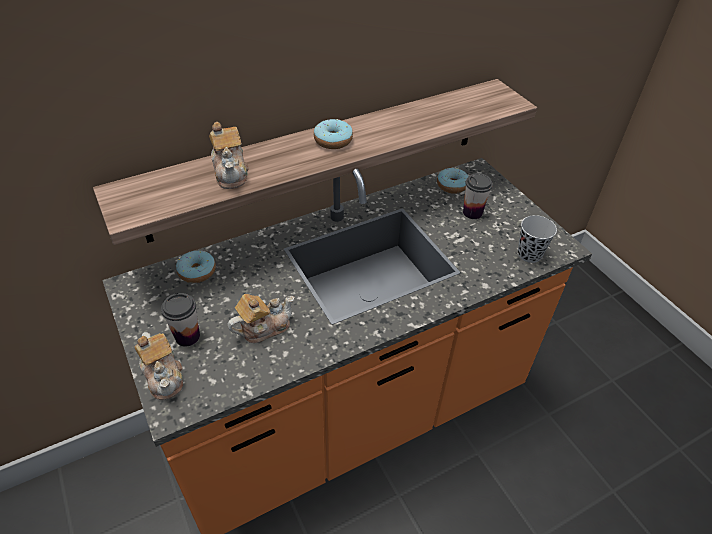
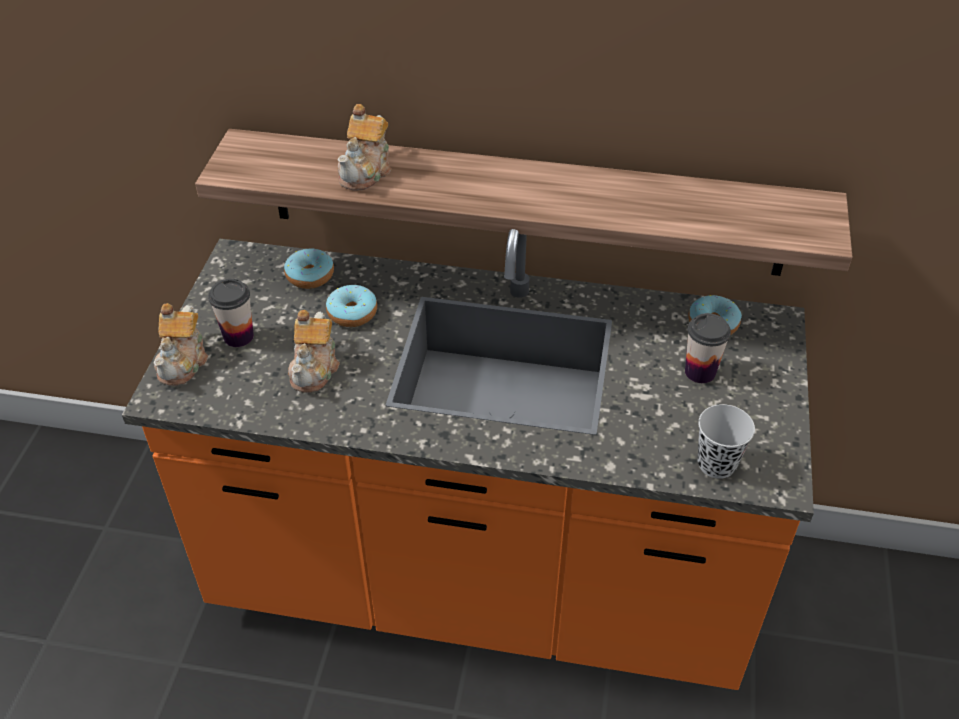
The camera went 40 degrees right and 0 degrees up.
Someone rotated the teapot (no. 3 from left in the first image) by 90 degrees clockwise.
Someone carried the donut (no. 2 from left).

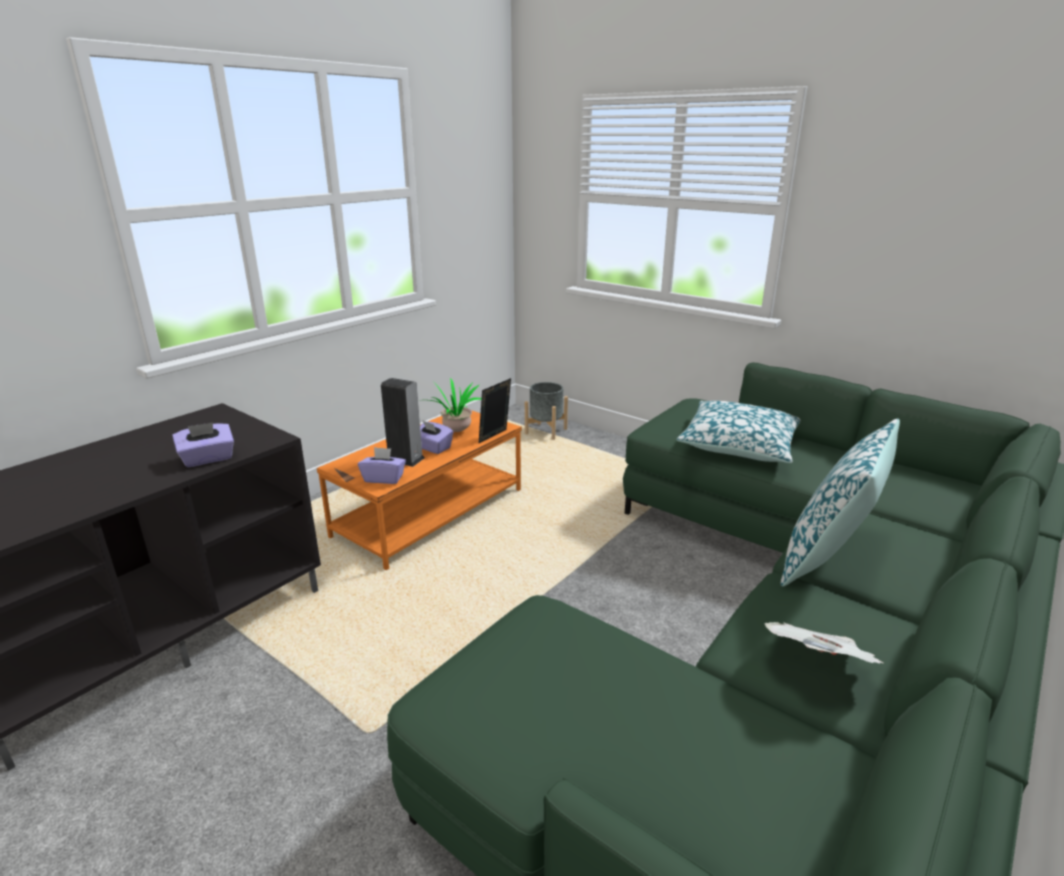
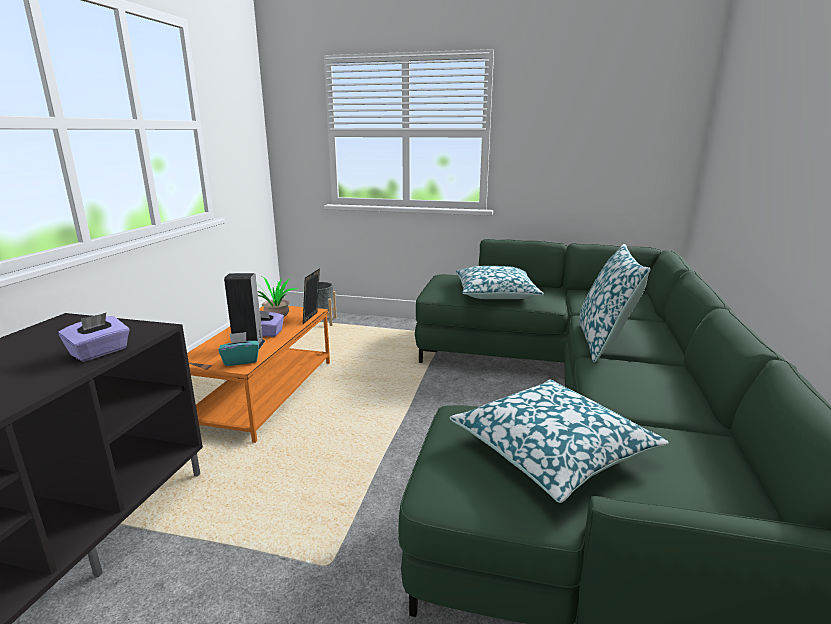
The camera went 25 degrees left and 5 degrees down.
Someone repainted the tissue box/purple (no. 2 from left), which became the tissue box/turquoise.
Someone put down the pillow (no. 2 from left).
Someone took away the newspaper.

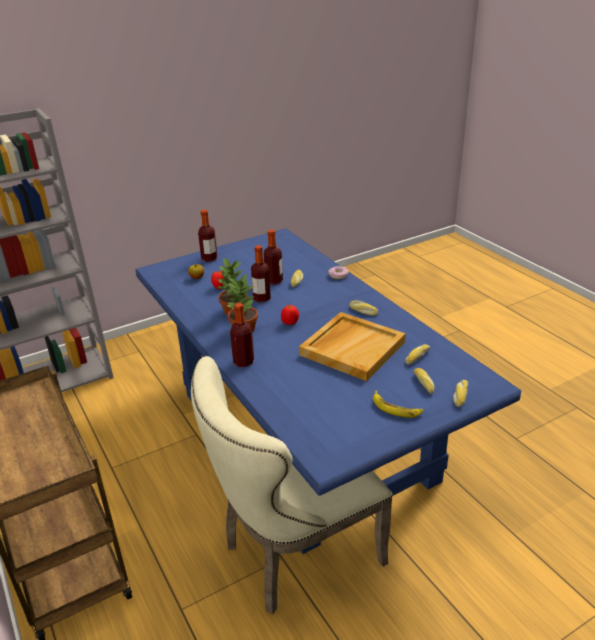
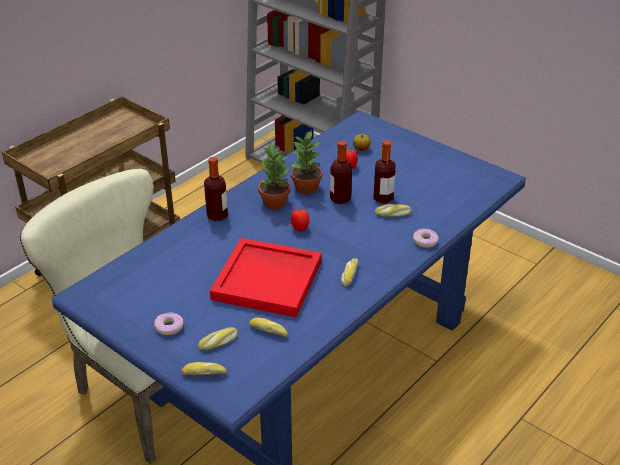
The camera went 70 degrees right and 5 degrees up.
Someone swapped the banana for the donut (no. 1 from left).
Someone repainted the tray/beige, which became the tray/red.
Someone took away the bottle (no. 1 from left).

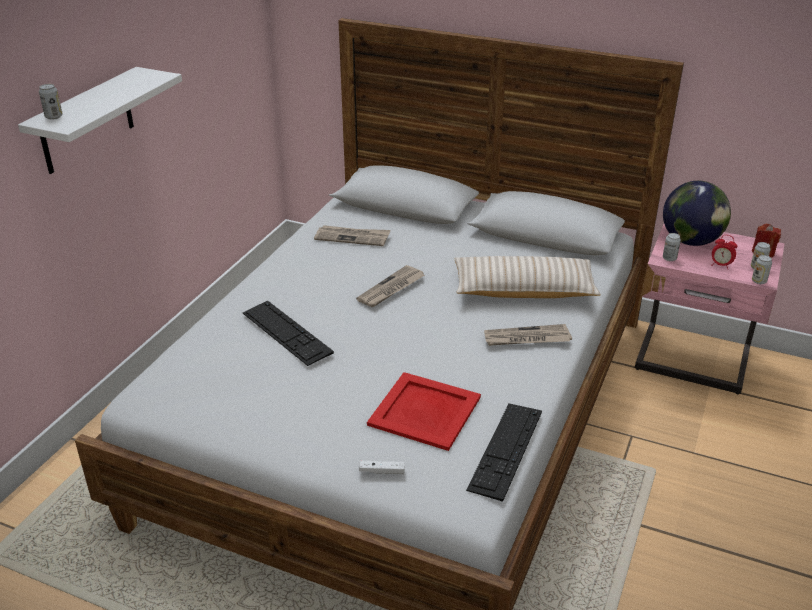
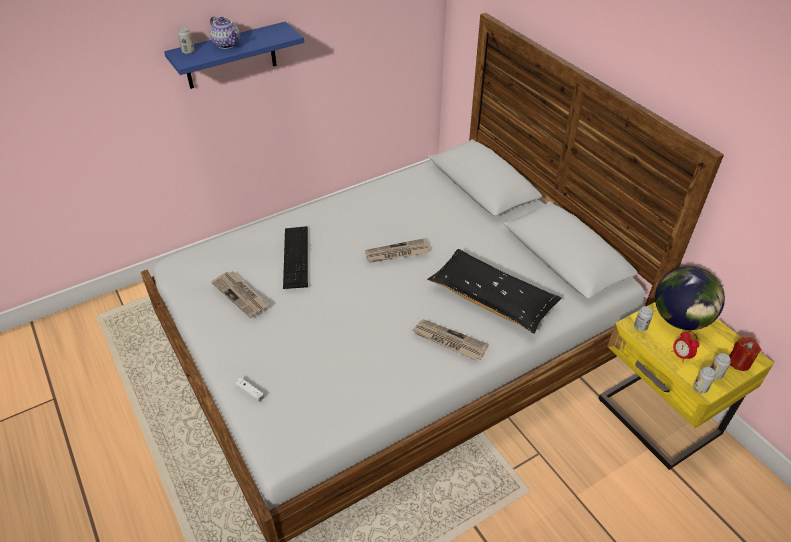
The camera went 35 degrees right and 10 degrees up.
Someone repainted the shelf/white, which became the shelf/blue.
Someone put down the teapot.
Someone carried the newspaper (no. 1 from left).
Someone repainted the pillow/beige, which became the pillow/black.
Someone repainted the nightstand/pink, which became the nightstand/yellow.
Someone took away the tray/red.
Someone took away the keyboard (no. 2 from left).

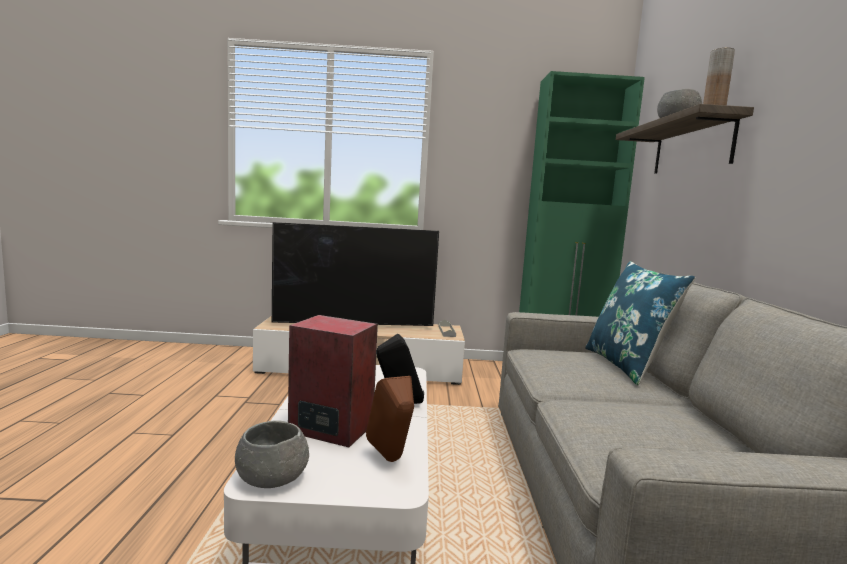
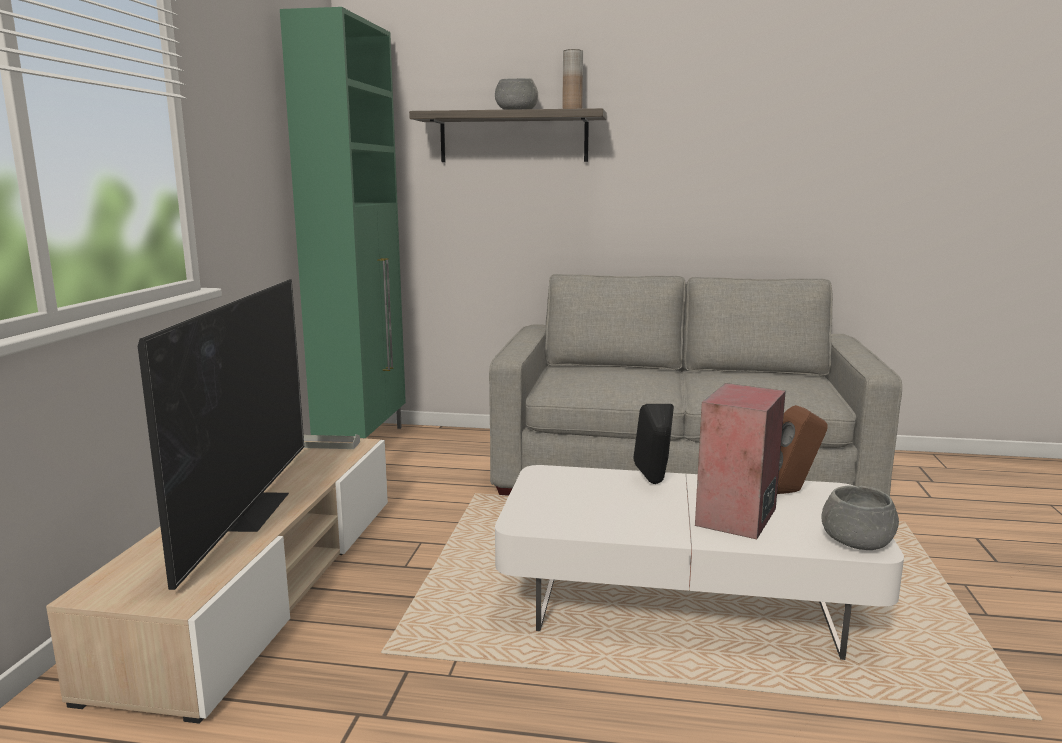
The camera went 80 degrees left and 5 degrees up.
Someone took away the pillow/blue.

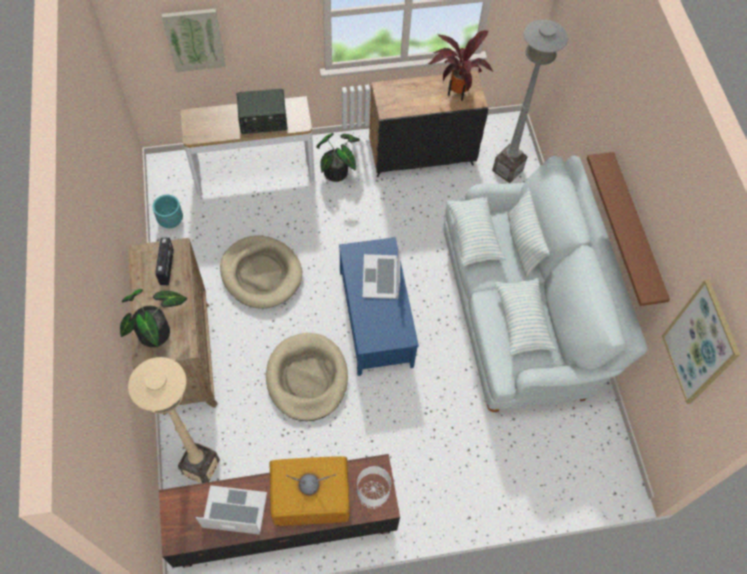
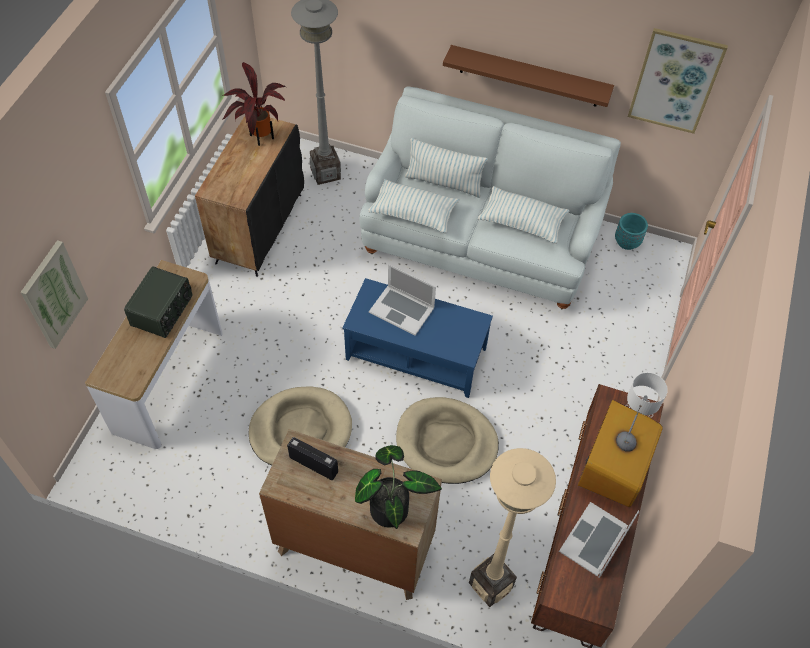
The camera went 60 degrees left and 5 degrees down.
Someone carried the planter/turquoise.
Someone took away the potted plant (no. 2 from left).

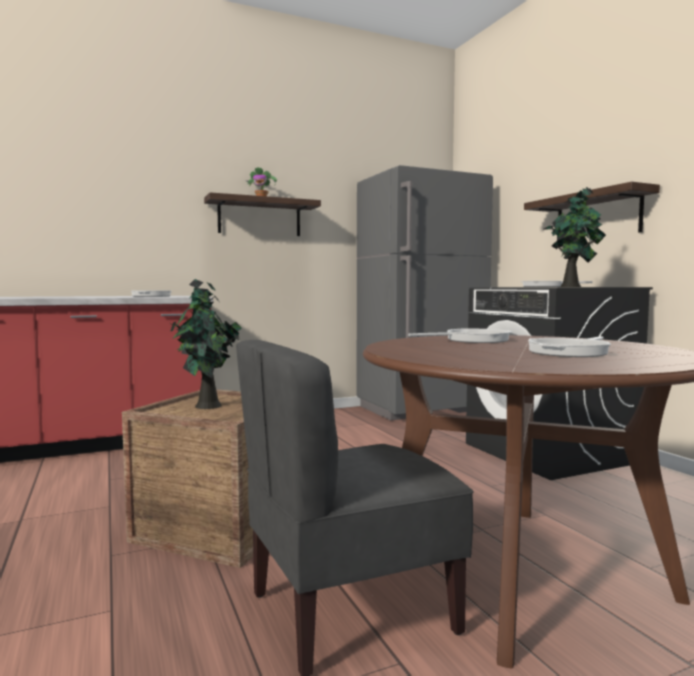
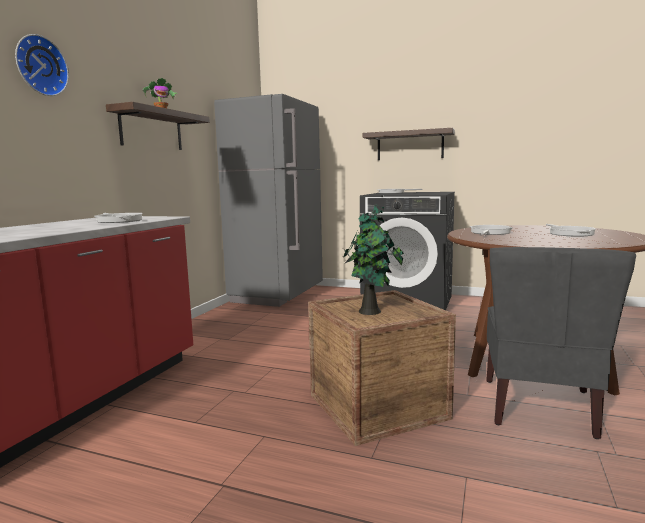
The camera went 45 degrees left and 5 degrees up.
Someone put up the wall clock.
Someone took away the potted plant (no. 3 from left).

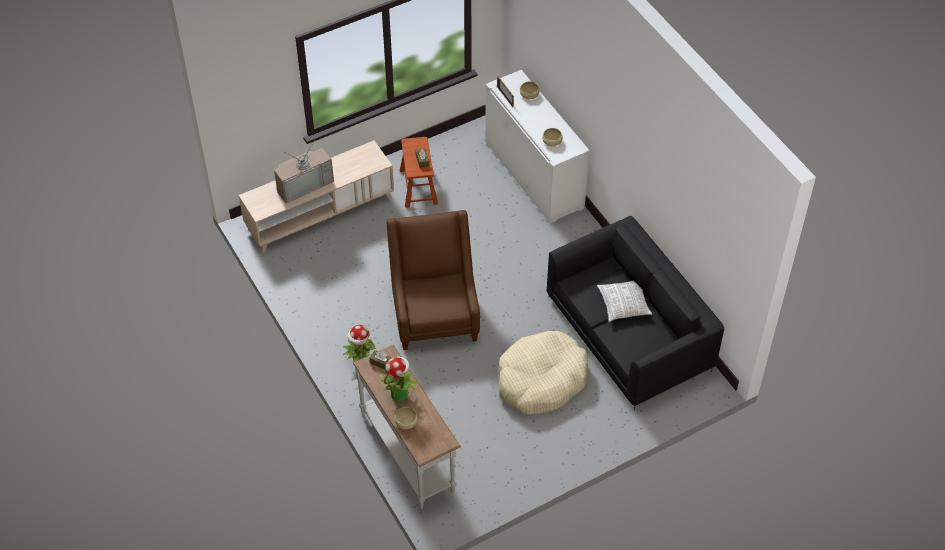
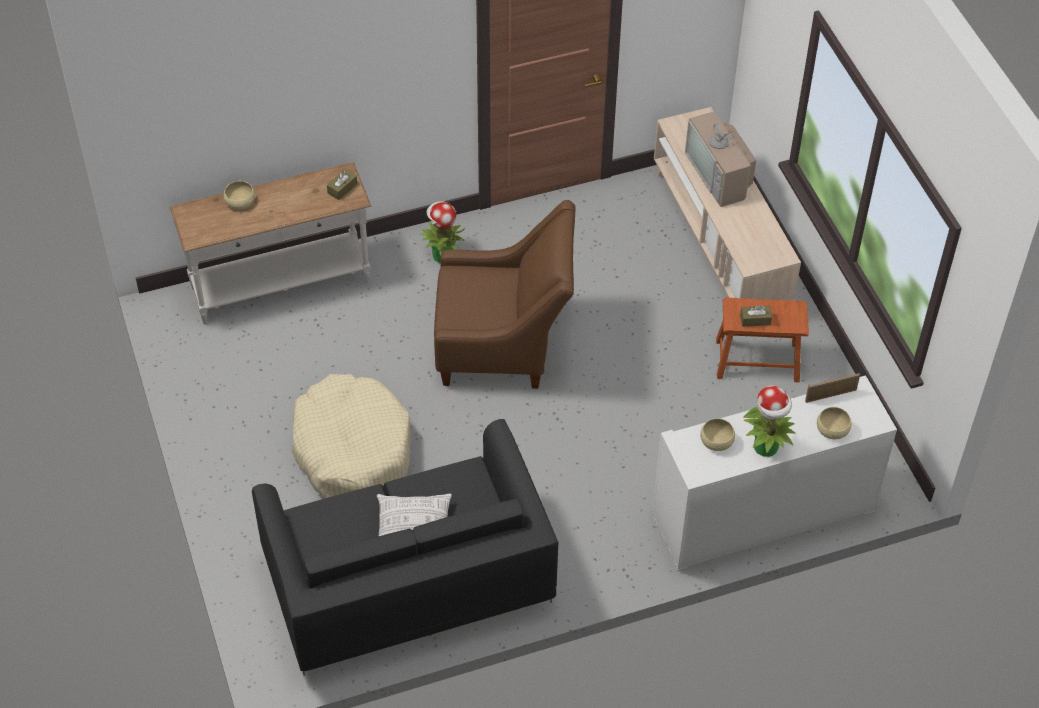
The camera went 100 degrees right and 0 degrees up.
Someone carried the potted plant (no. 2 from left).

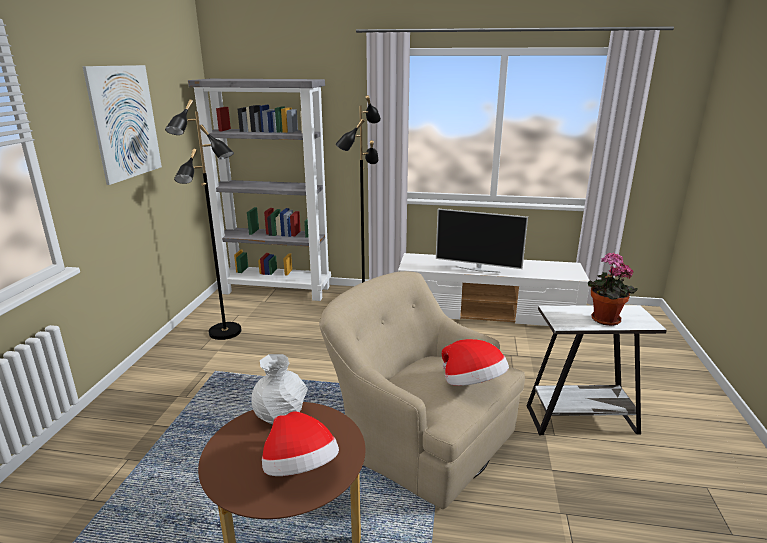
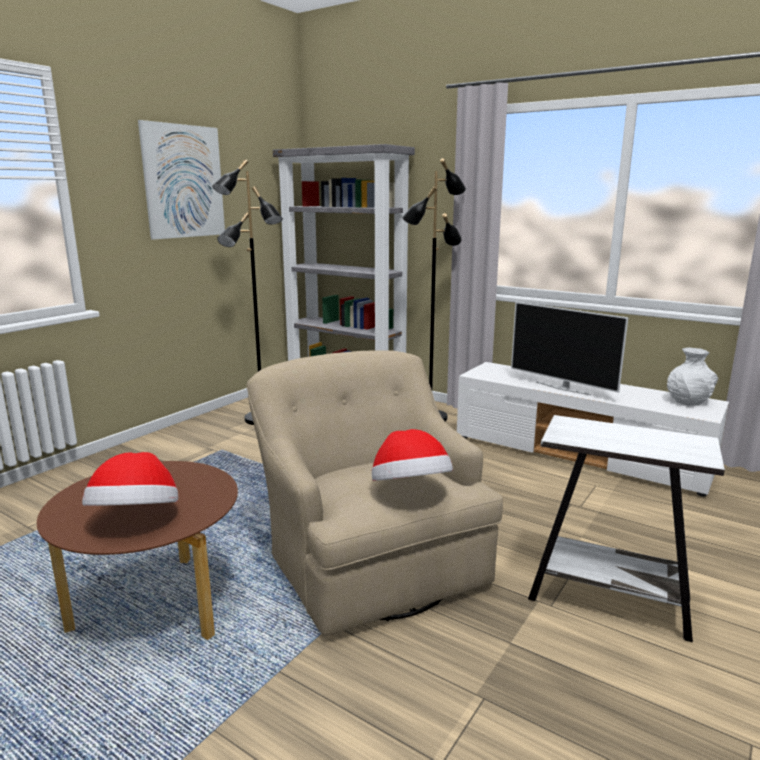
The camera went 25 degrees right and 5 degrees down.
Someone carried the vase/white.
Someone took away the potted plant.

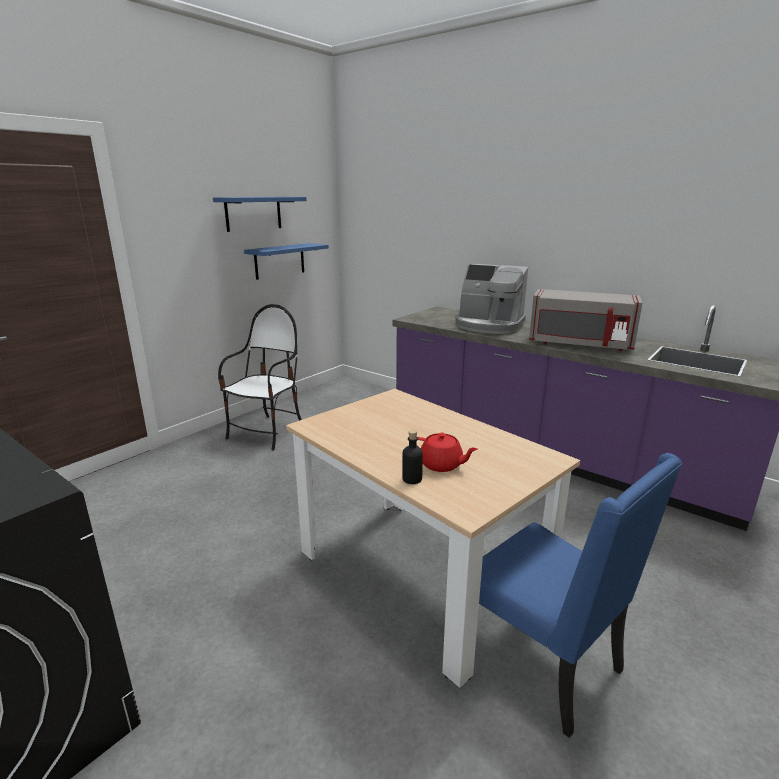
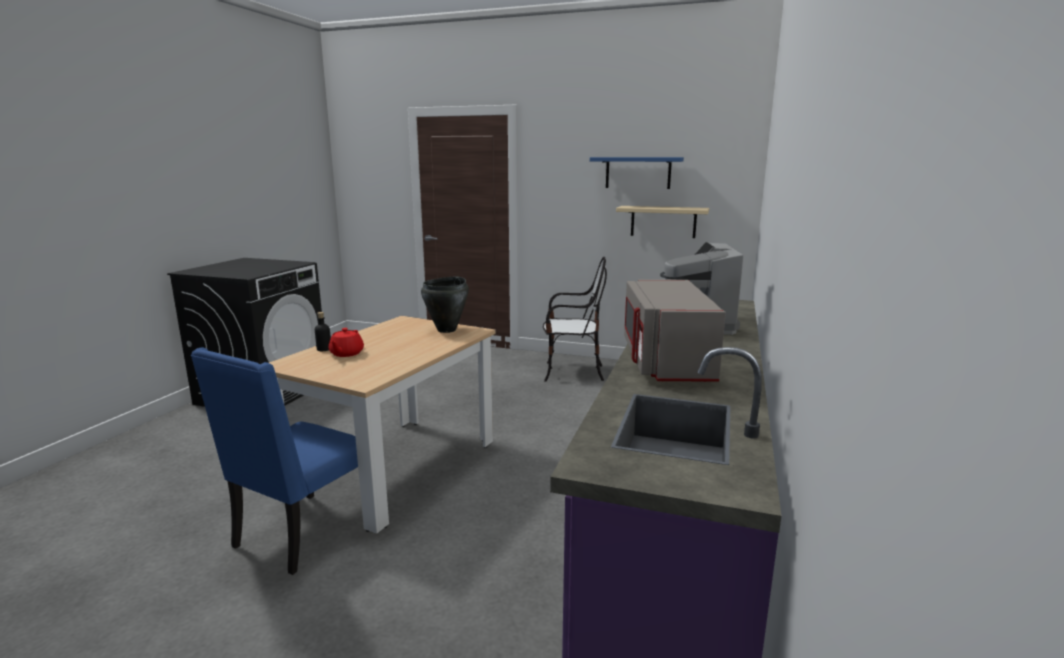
The camera went 70 degrees right and 5 degrees down.
Someone put down the cooking pot/black.
Someone repainted the shelf/blue (no. 2 from left), which became the shelf/beige.

